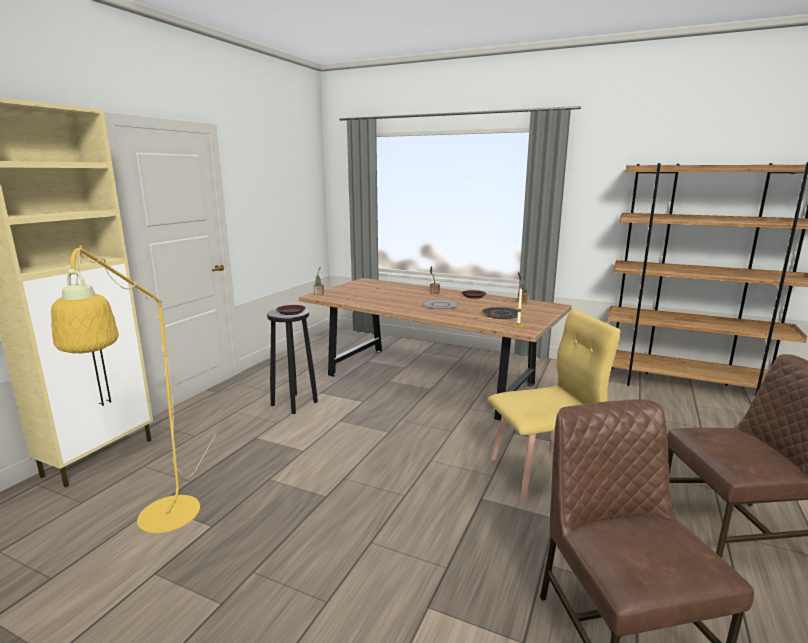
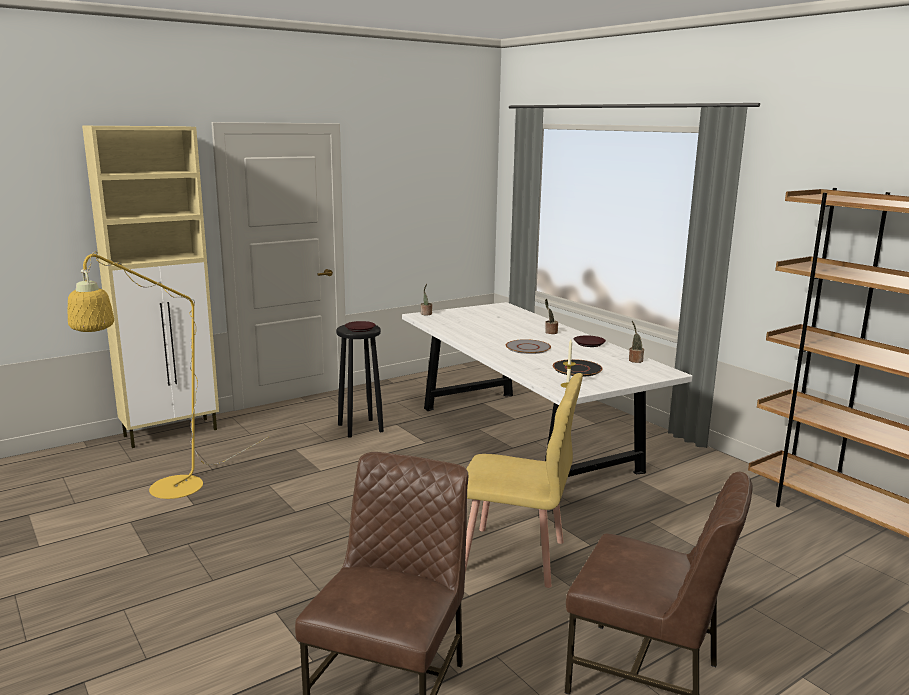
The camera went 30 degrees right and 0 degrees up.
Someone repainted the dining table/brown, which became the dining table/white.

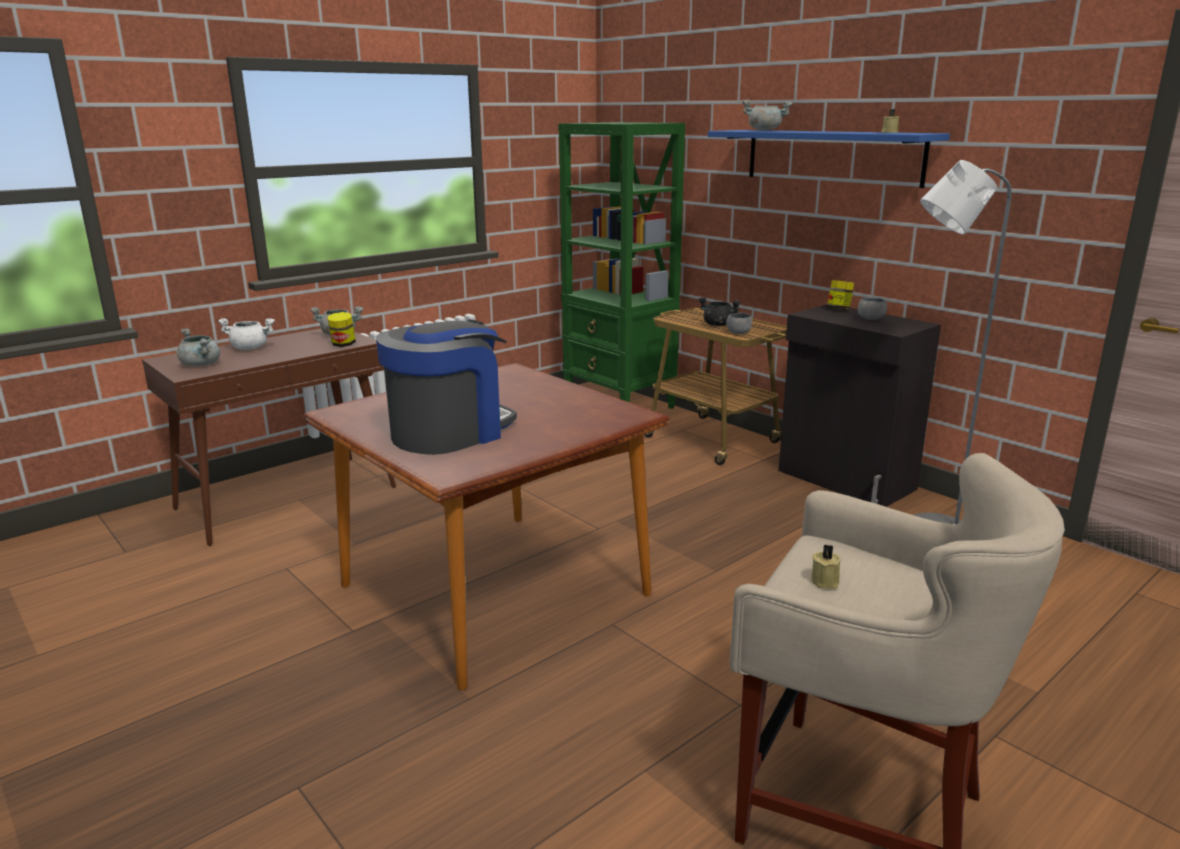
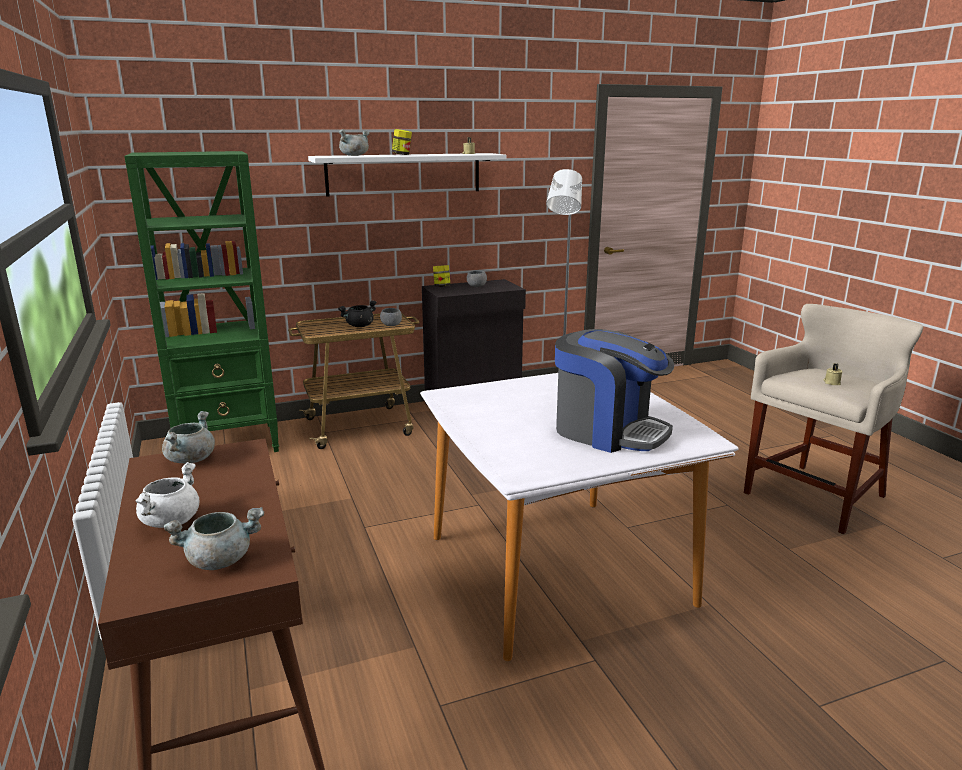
The camera went 70 degrees left and 0 degrees up.
Someone repainted the shelf/blue, which became the shelf/white.
Someone carried the jar (no. 1 from left).
Someone repainted the dining table/brown, which became the dining table/white.
Someone rotated the coffee machine by 150 degrees clockwise.

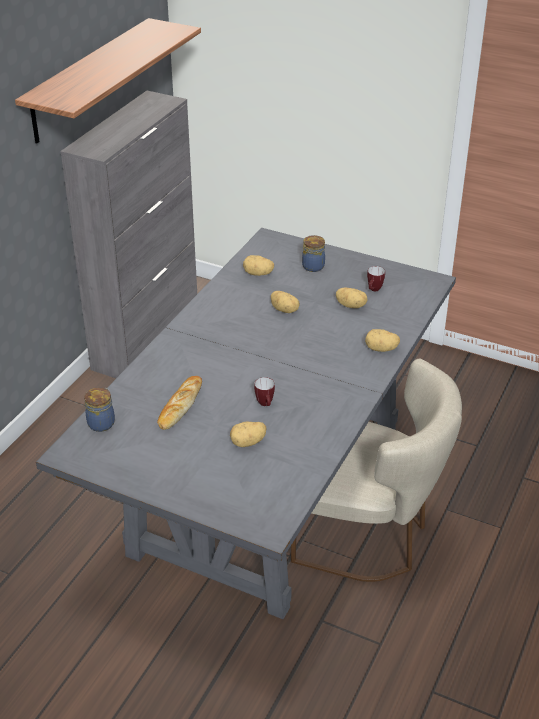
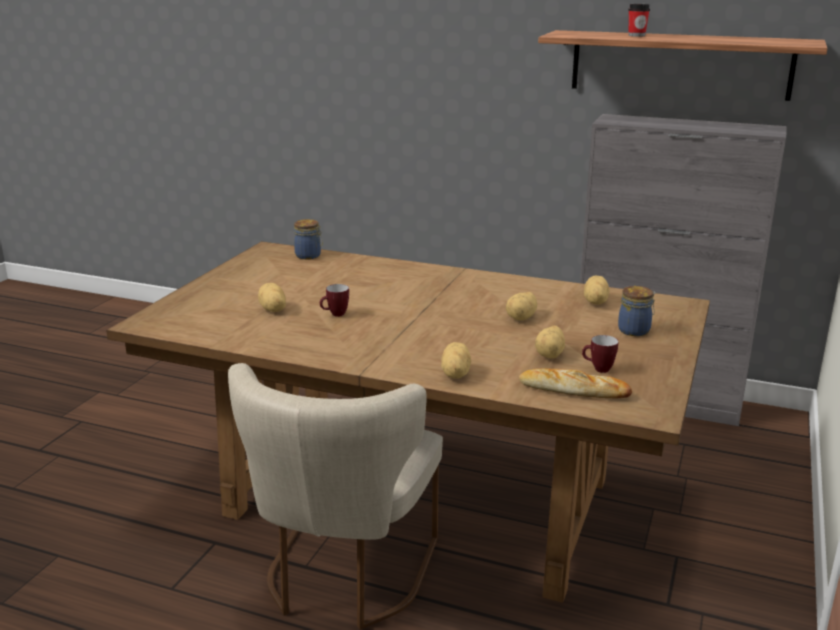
The camera went 85 degrees right and 15 degrees down.
Someone repainted the dining table/grey, which became the dining table/brown.
Someone carried the bread.
Someone put down the cup.

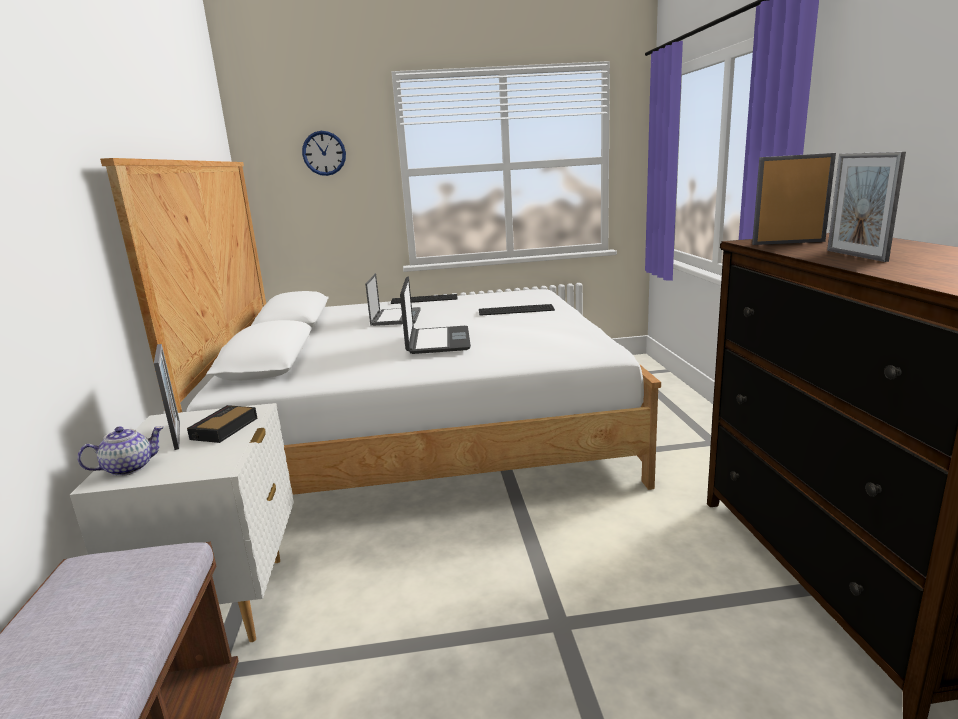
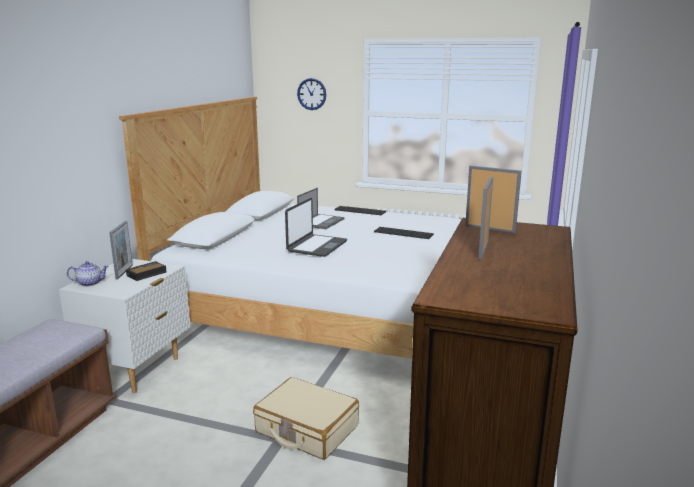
The camera went 25 degrees right and 0 degrees up.
Someone put down the suitcase/beige.

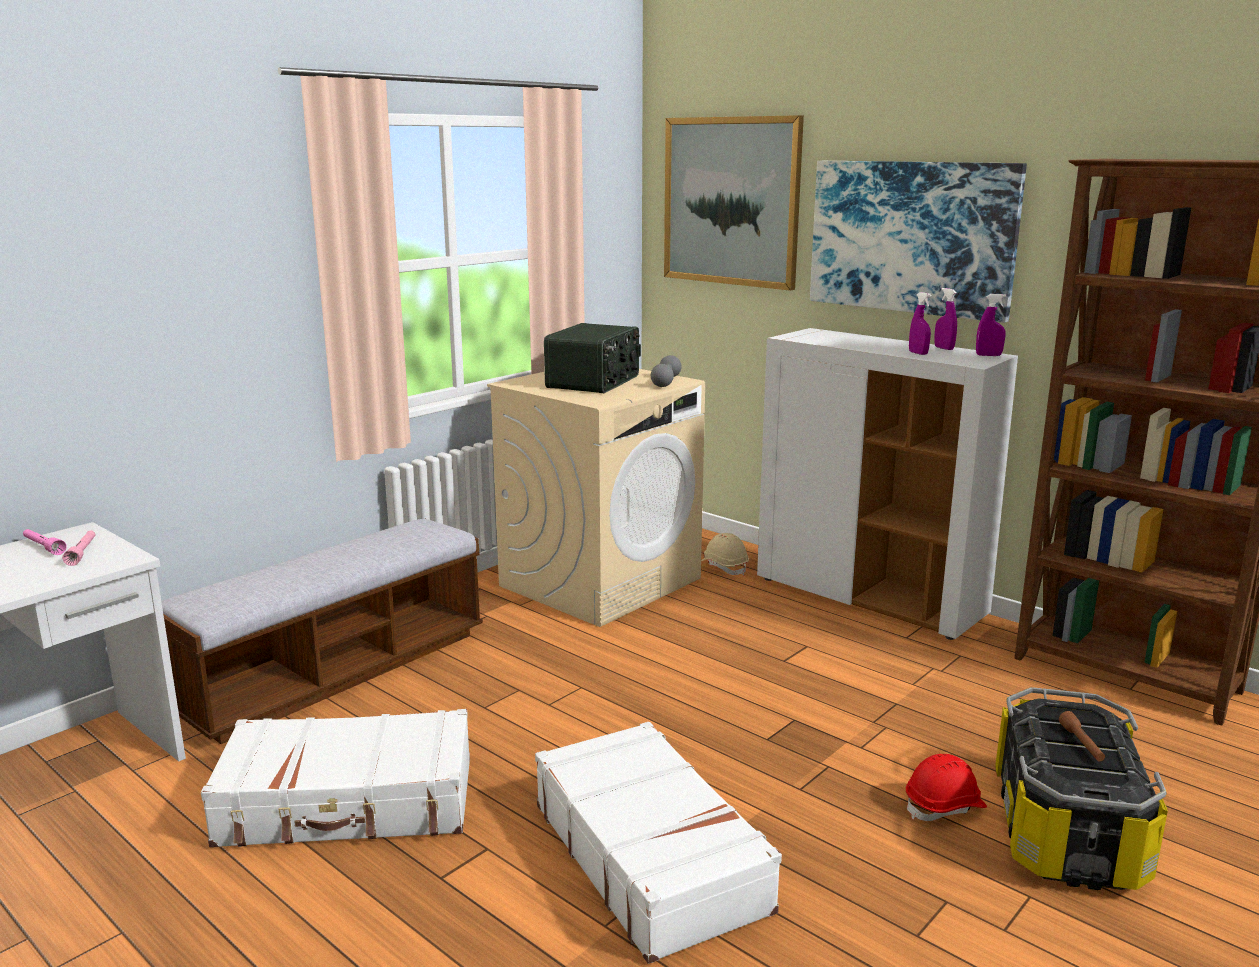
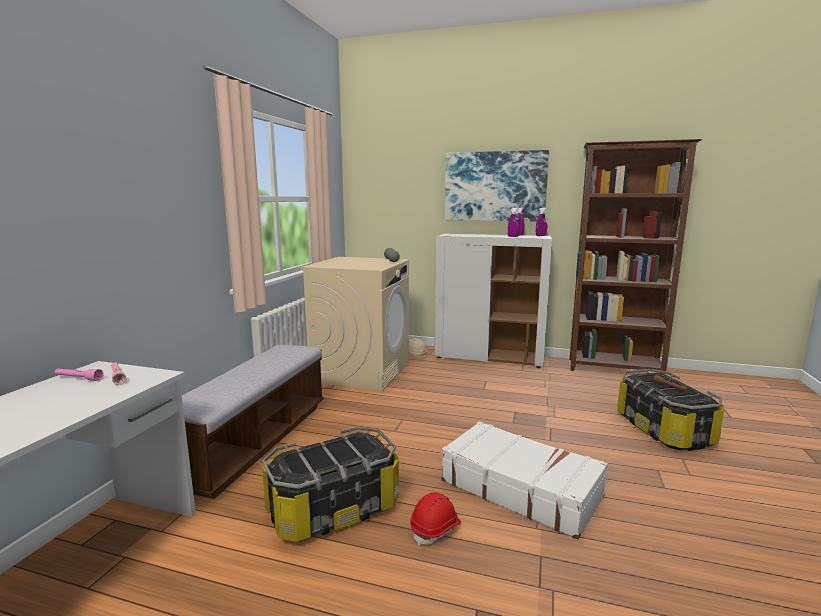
The camera went 25 degrees left and 5 degrees down.
Someone swapped the suitcase/white (no. 1 from left) for the storage box (no. 1 from left).
Someone carried the hard hat/red.
Someone took away the radio.
Someone took away the picture (no. 1 from left).

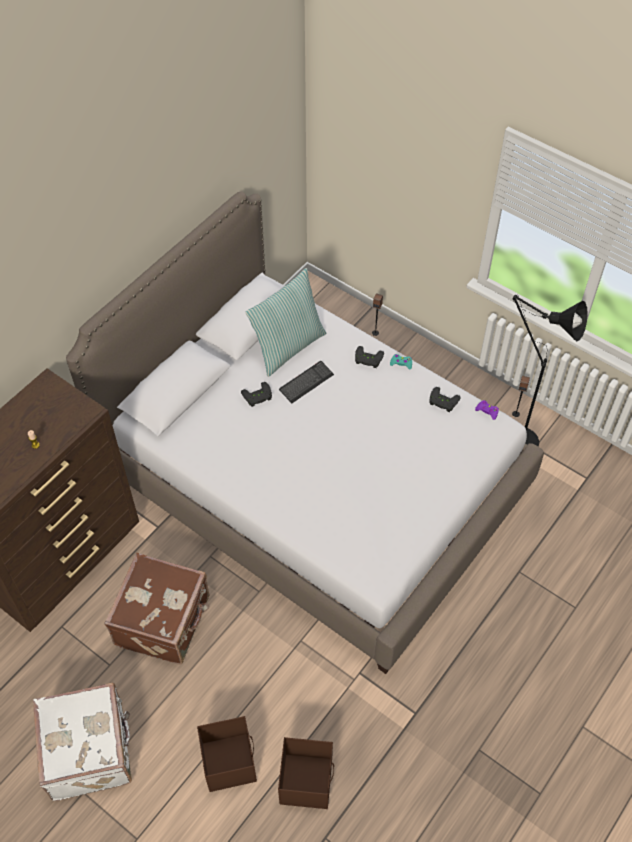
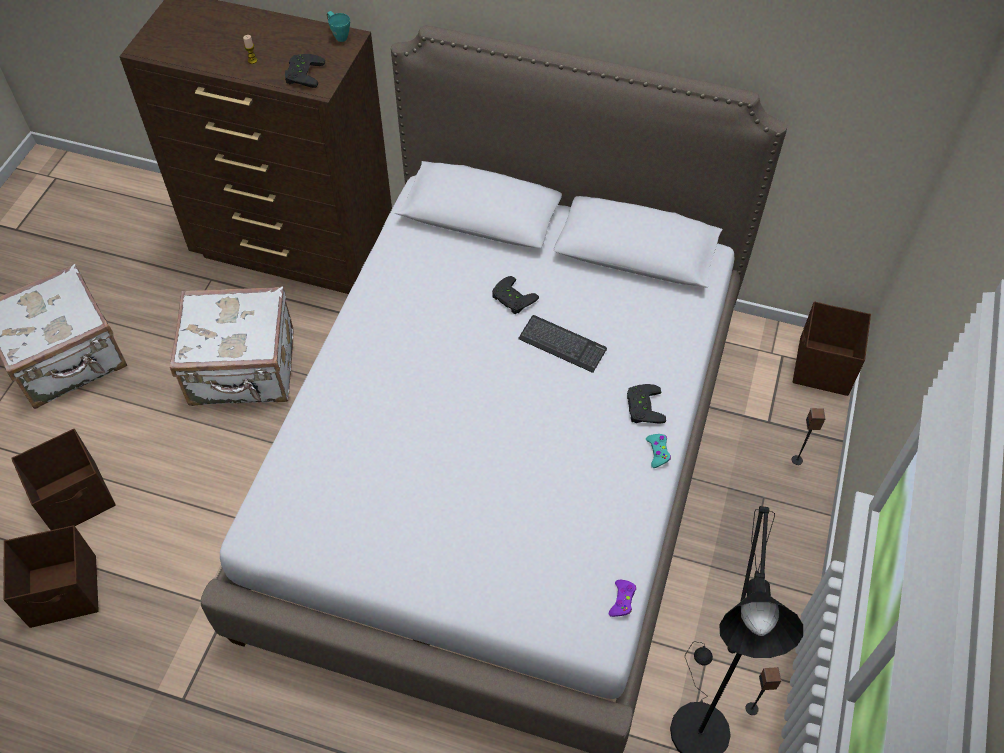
The camera went 70 degrees right and 0 degrees up.
Someone repainted the suitcase/brown, which became the suitcase/white (no. 2 from left).
Someone carried the game controller/black (no. 3 from left in the first image).
Someone put down the mug/turquoise.
Someone put down the storage box/brown (no. 3 from left).
Someone took away the pillow.

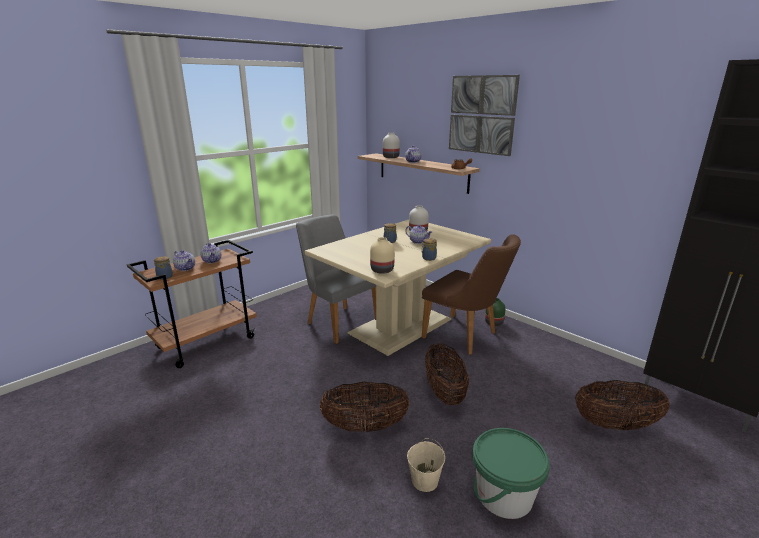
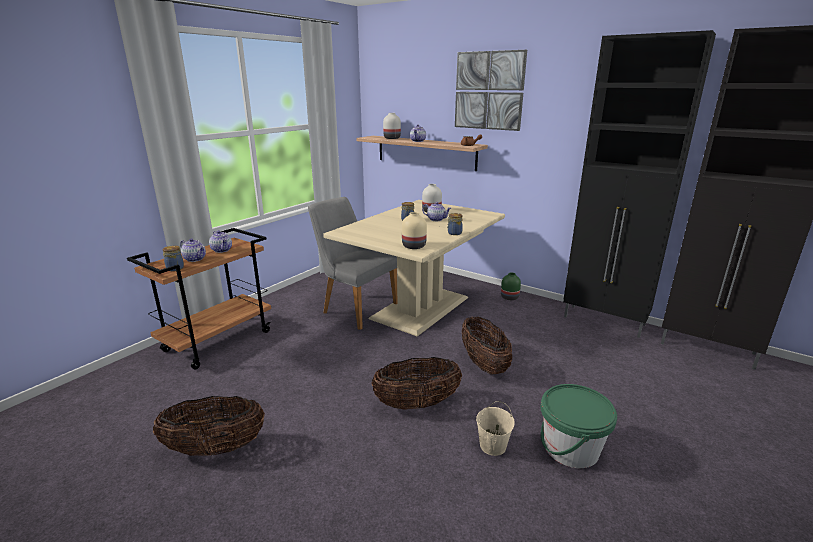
The camera went 10 degrees left and 0 degrees up.
Someone carried the basket (no. 3 from left in the first image).
Someone put down the cabinet/black (no. 1 from left).
Someone took away the chair/brown.

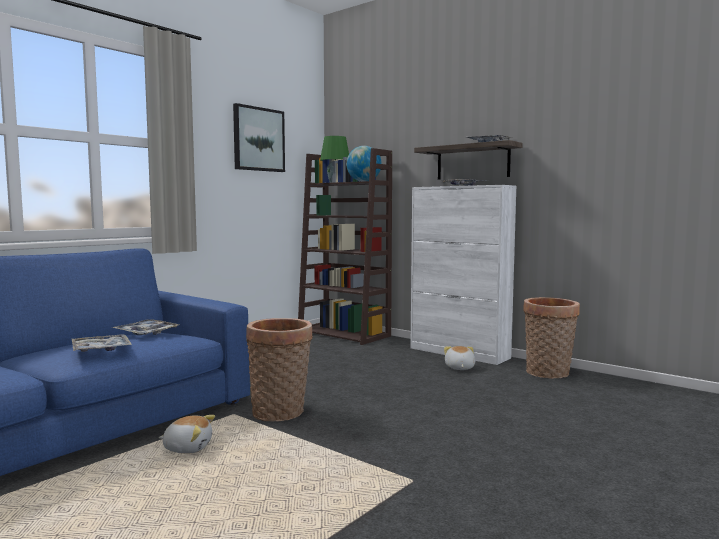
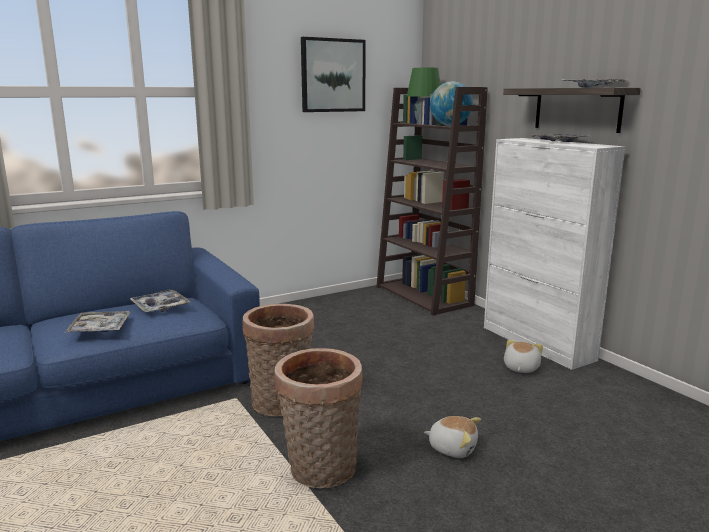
The camera went 20 degrees right and 10 degrees up.
Someone carried the basket (no. 2 from left).
Someone carried the plush toy (no. 1 from left).

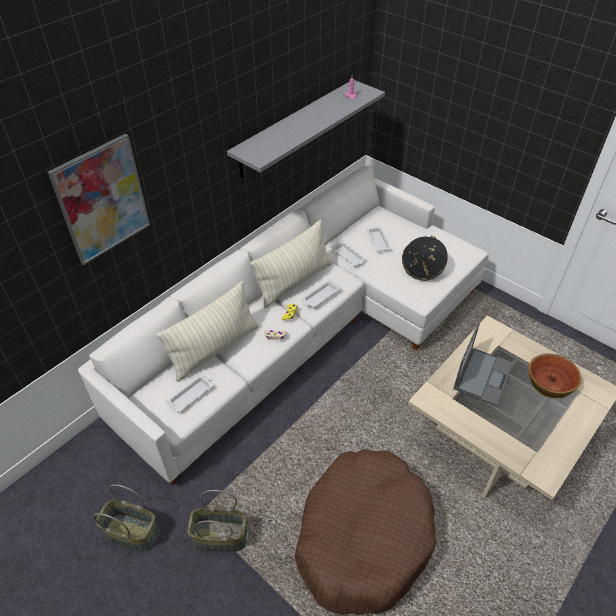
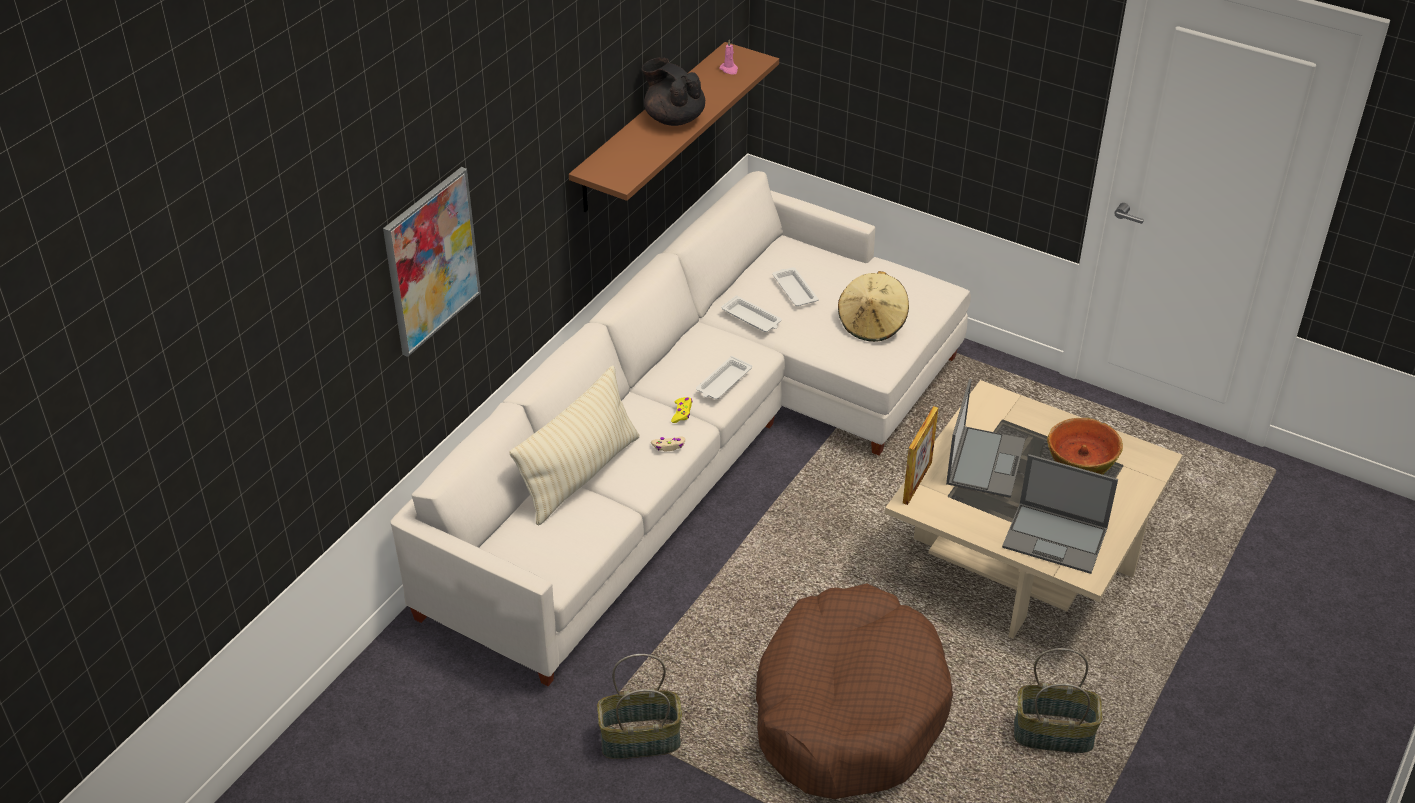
The camera went 10 degrees left and 5 degrees down.
Someone repainted the shelf/grey, which became the shelf/brown.
Someone put down the teapot/black.
Someone repainted the hat/black, which became the hat/beige.
Someone put down the picture frame.
Someone put down the laptop (no. 2 from left).
Someone carried the basket (no. 1 from left in the first image).
Someone took away the tray/white (no. 1 from left).
Someone took away the pillow/beige (no. 2 from left).

